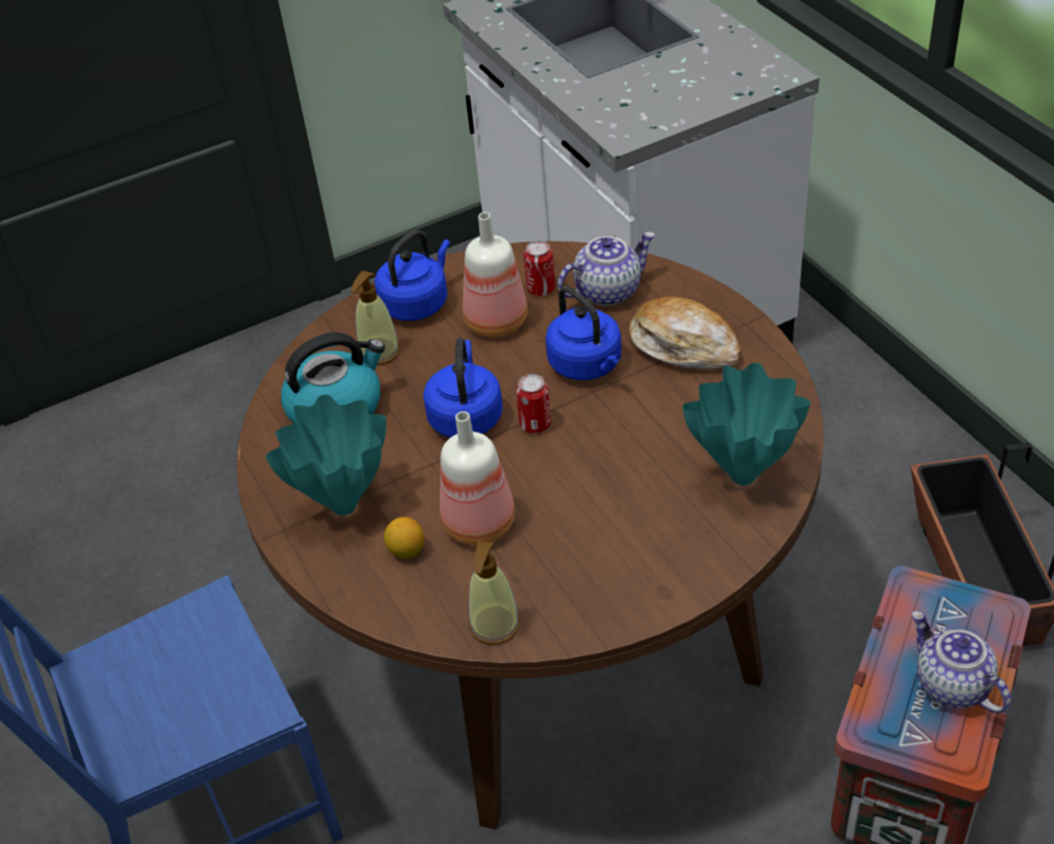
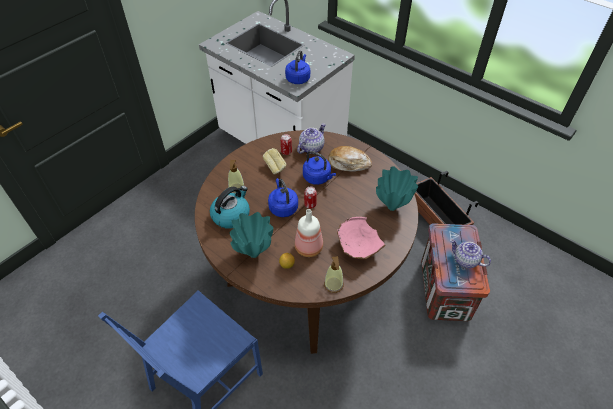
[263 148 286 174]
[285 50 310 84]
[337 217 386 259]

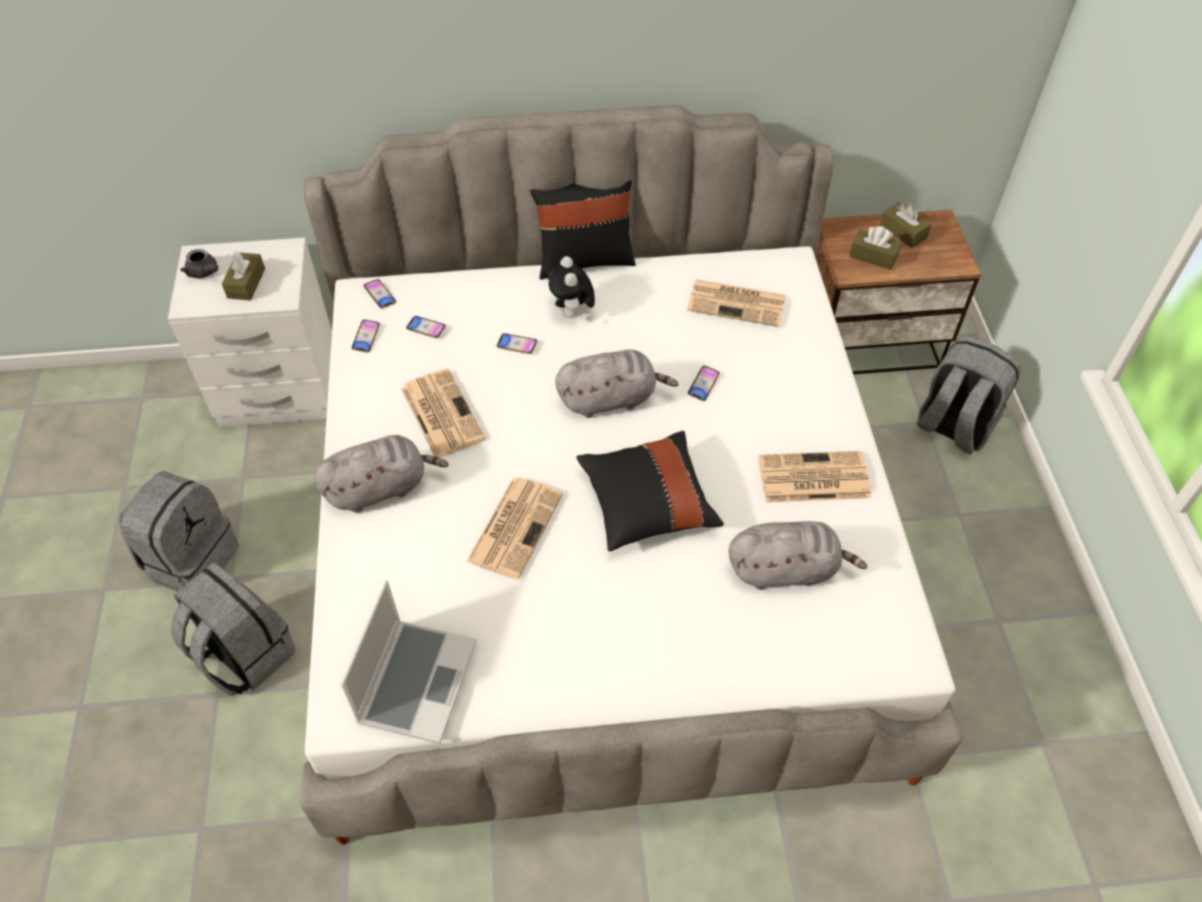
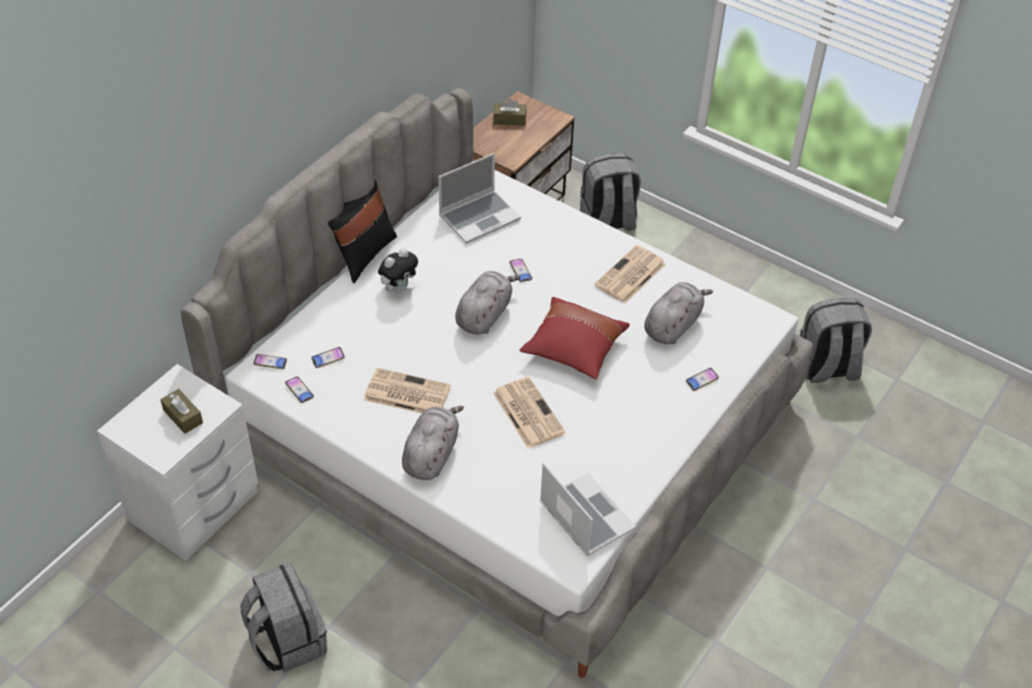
[378 248 418 293]
[438 153 521 244]
[520 297 630 379]
[686 368 719 391]
[799 298 872 383]
[180 249 218 278] (first image)
[849 226 902 270] (first image)

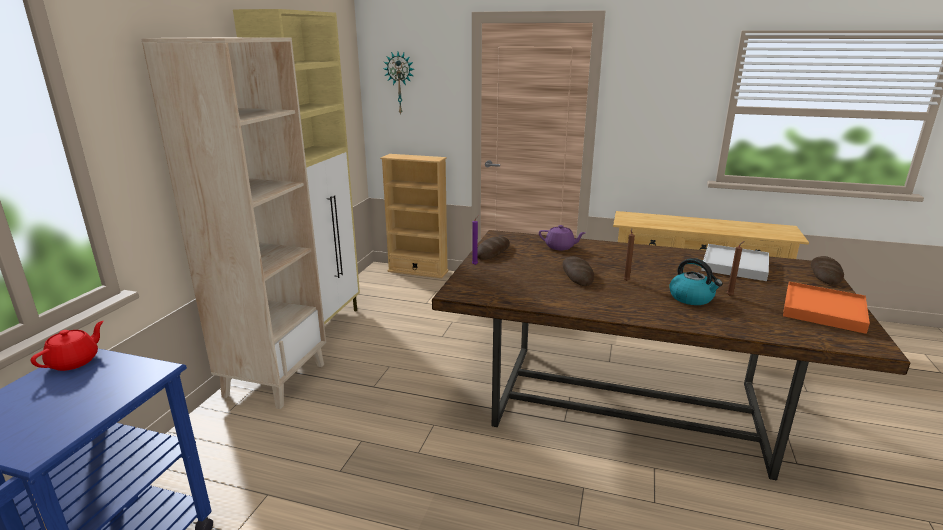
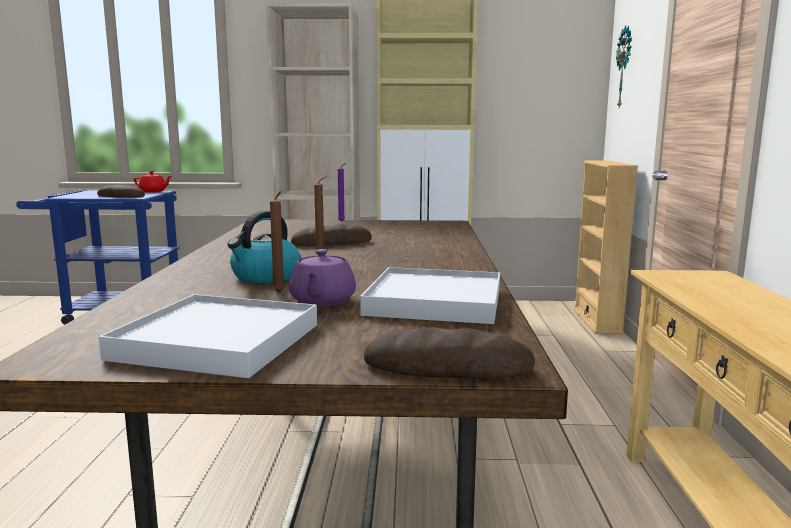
[97 185 145 198]
[99 294 317 378]
[289 249 356 307]

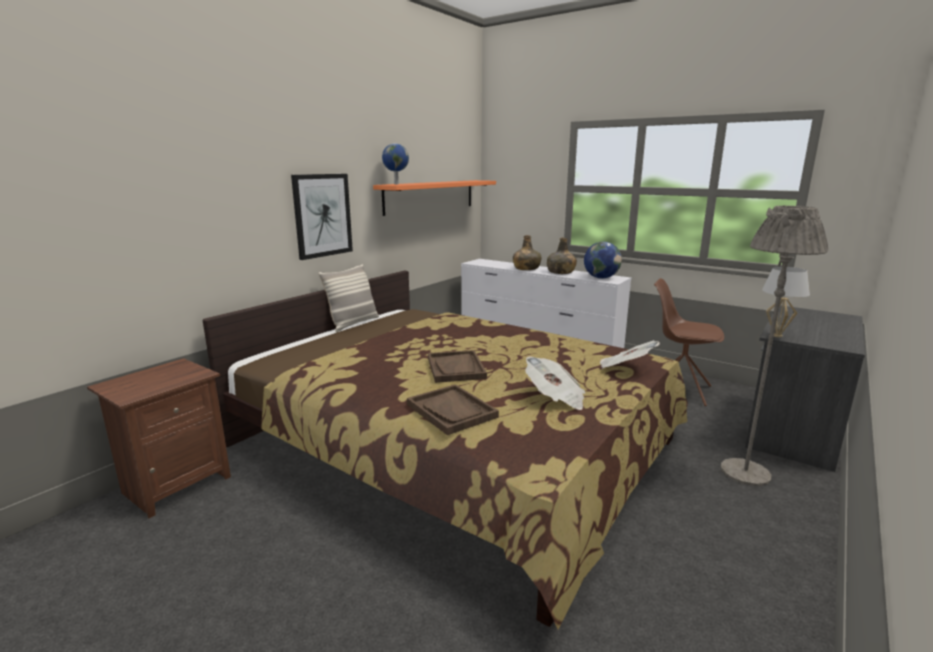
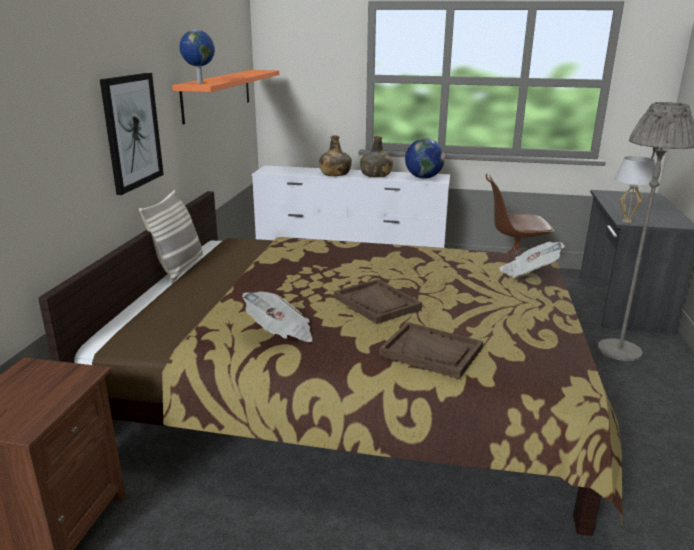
[242 291 312 342]

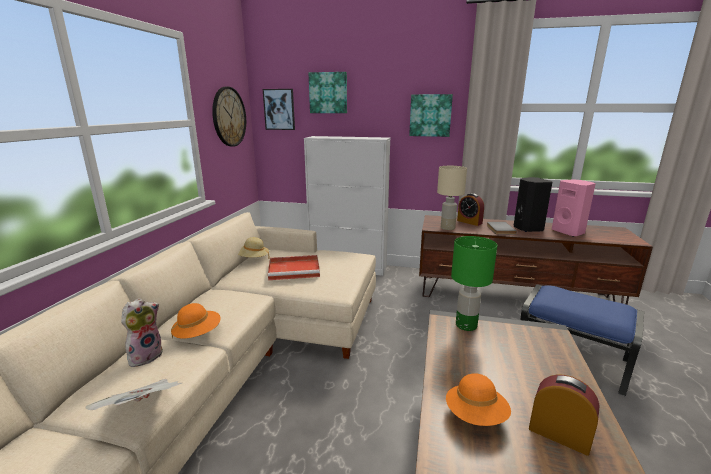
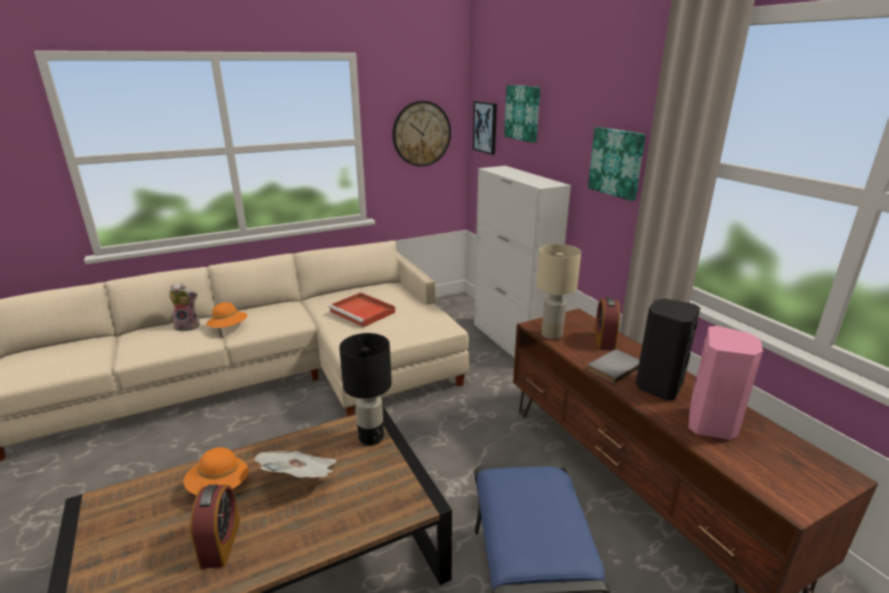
[254 451 336 478]
[339 333 392 445]
[238 237 270 258] (first image)

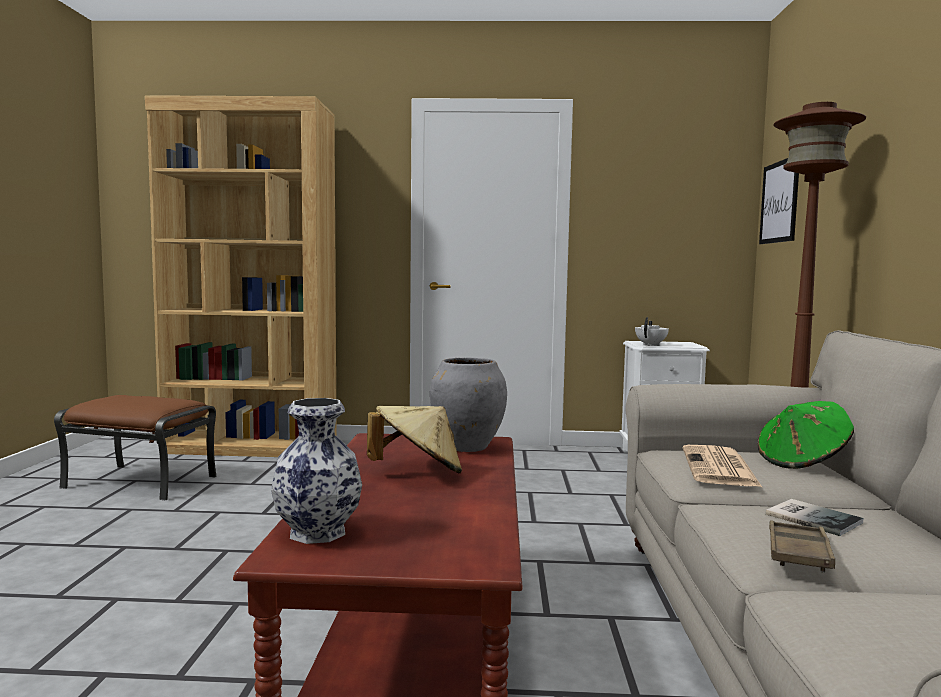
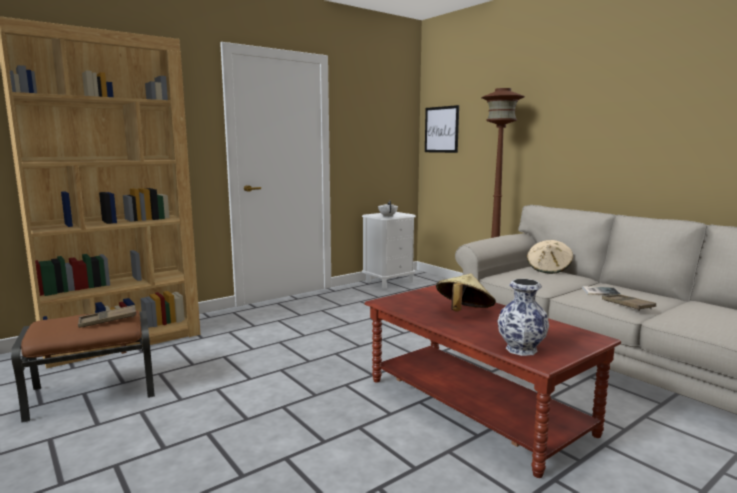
[78 305 136 328]
[527 240 573 274]
[430 357 507 452] (first image)
[683 445 763 488] (first image)

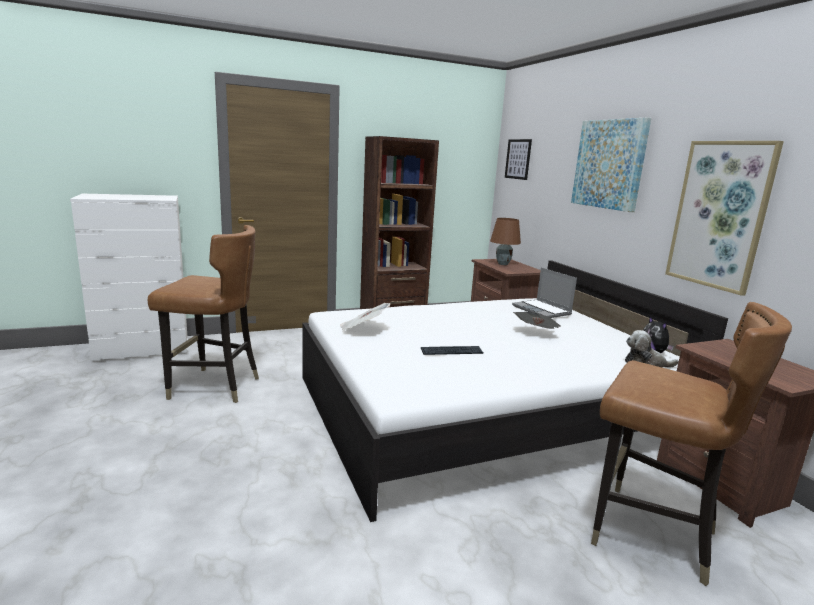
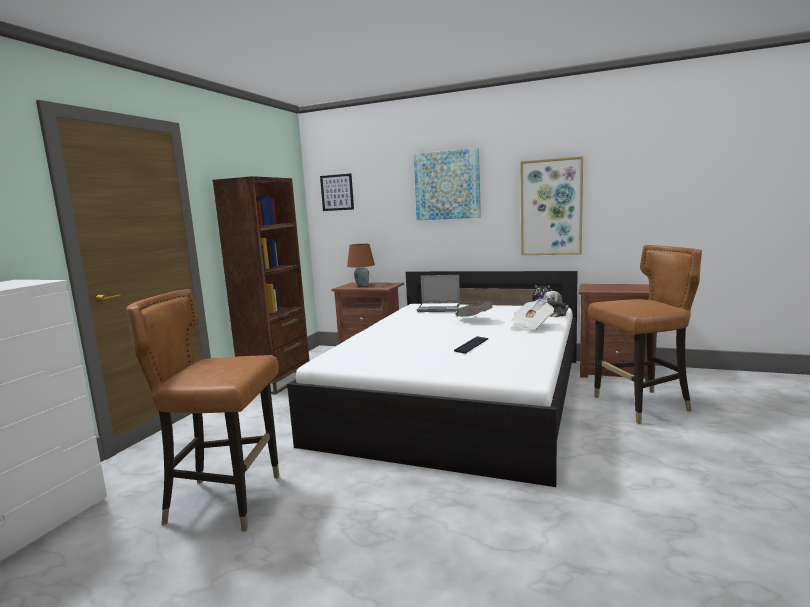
[126 289 279 532]
[511 299 554 331]

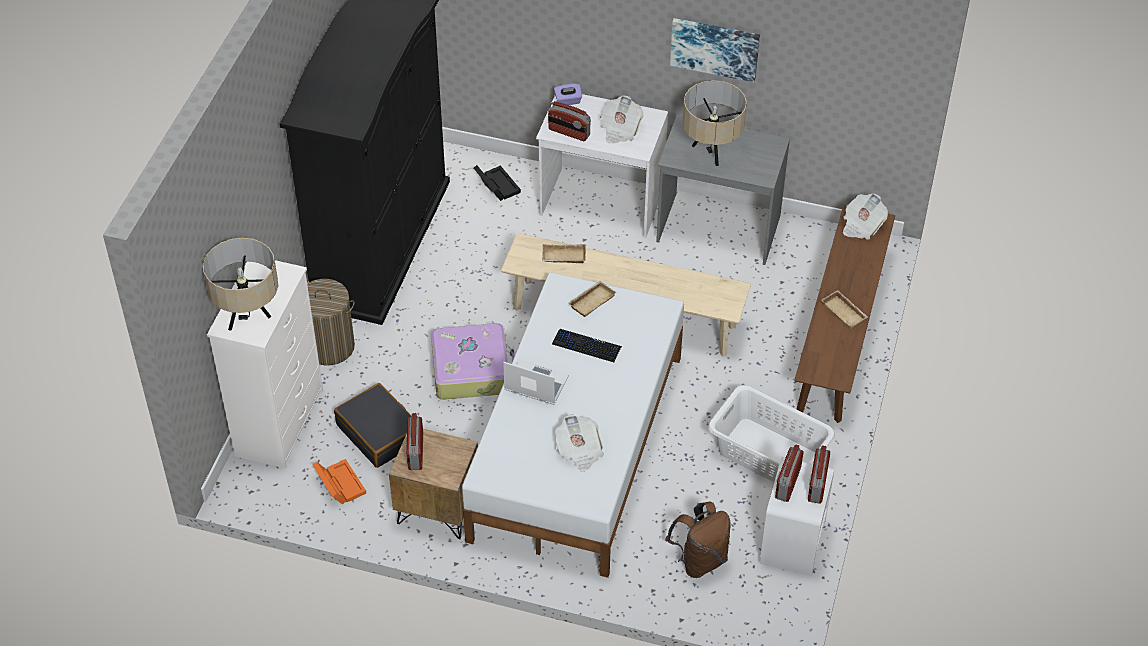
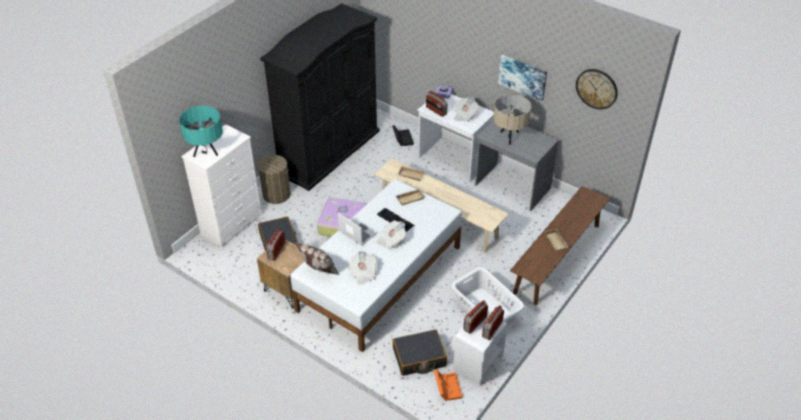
[179 106 223 157]
[296 243 339 275]
[377 220 406 249]
[392 329 447 376]
[434 369 463 401]
[576 69 618 109]

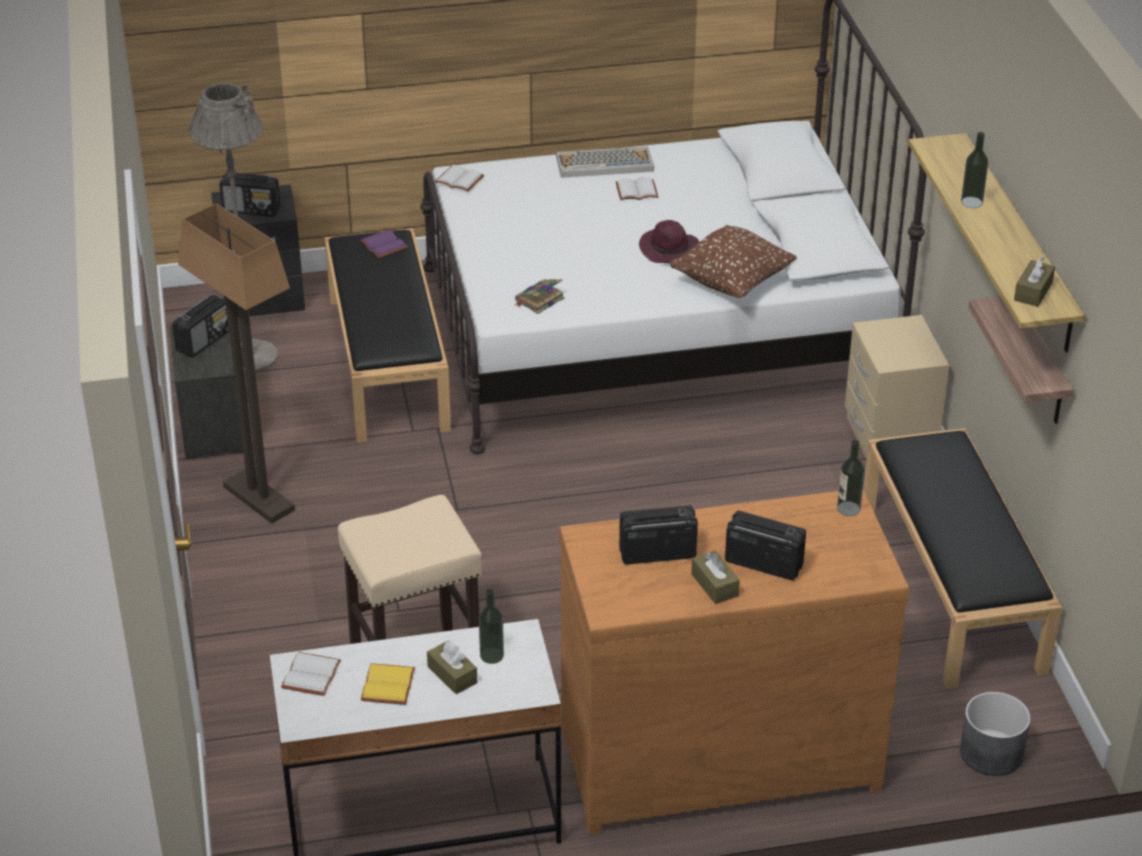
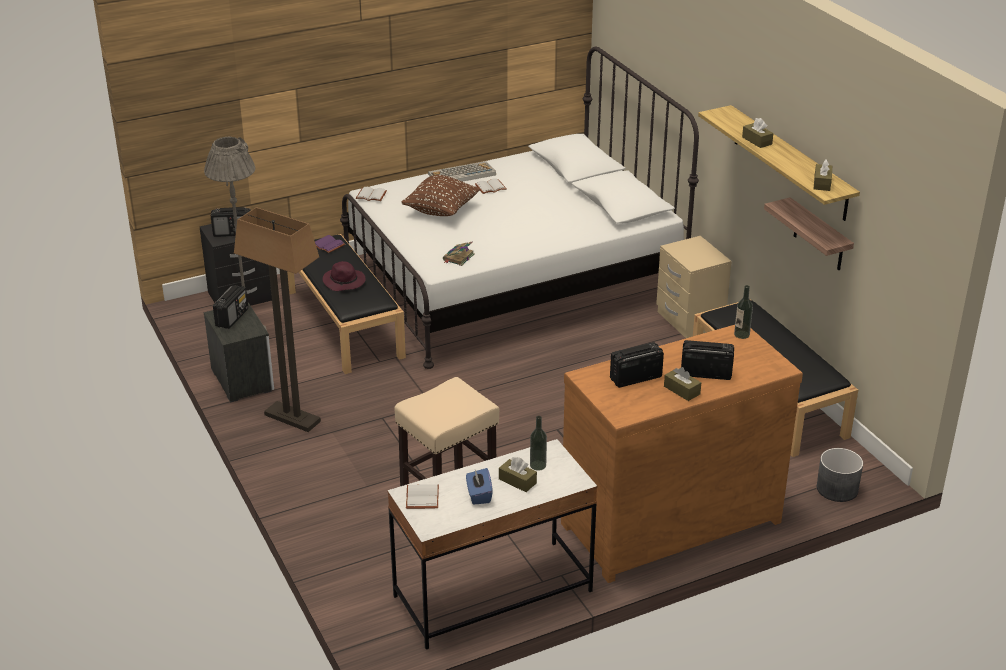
[322 261 366 291]
[402 175 480 216]
[466 468 493 504]
[742 118 773 148]

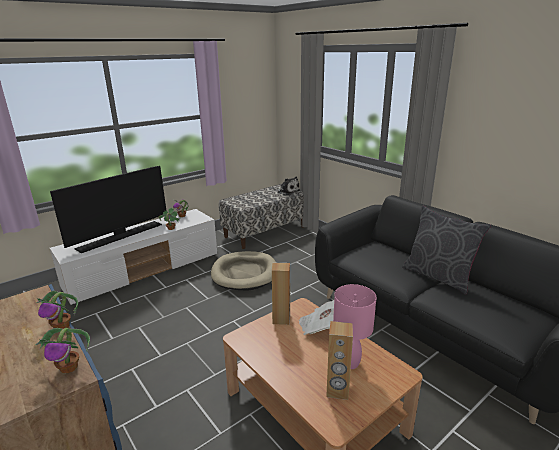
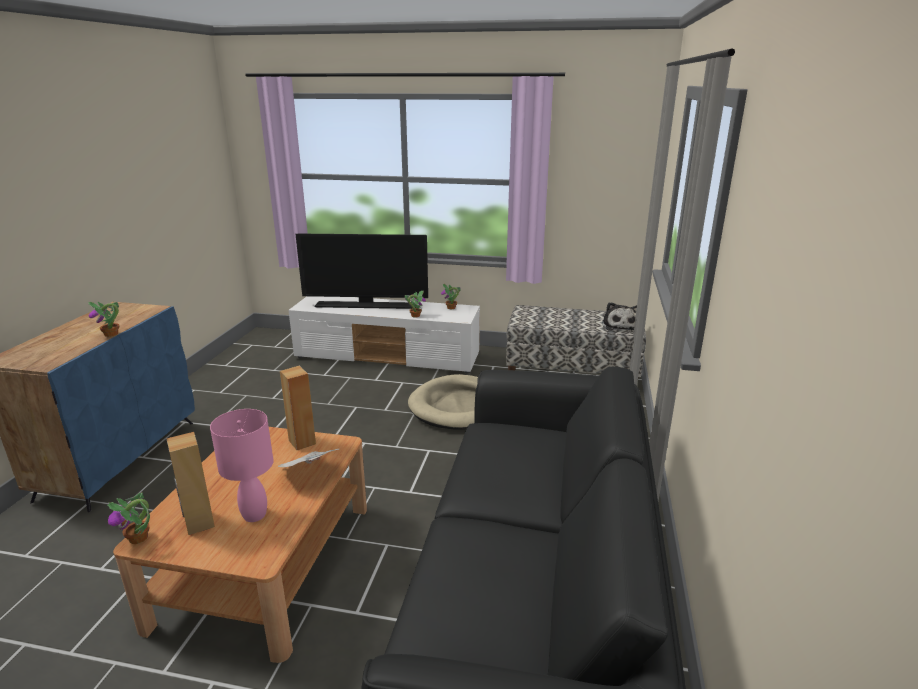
[108 492 150 544]
[402 206 491 295] (first image)

